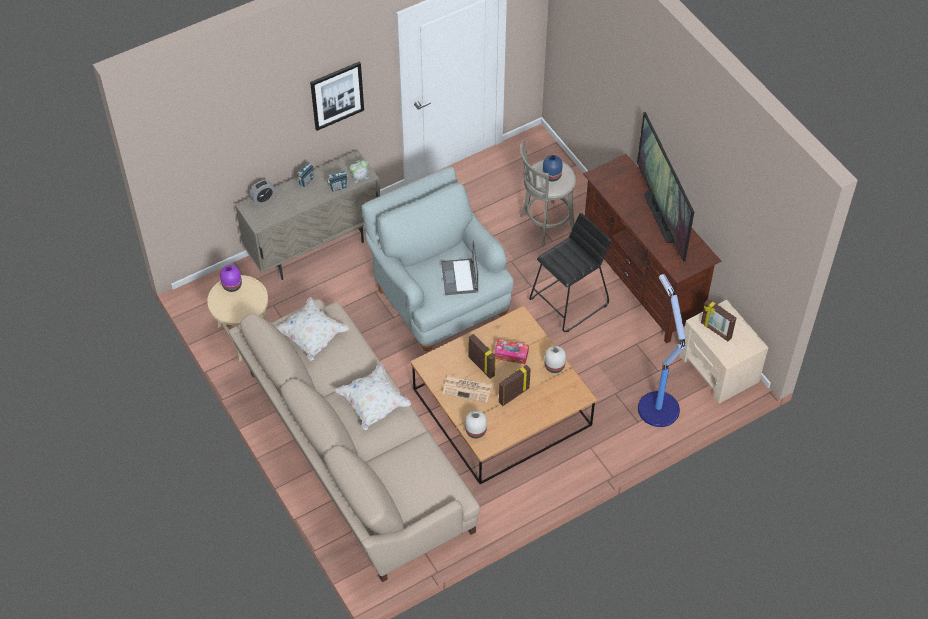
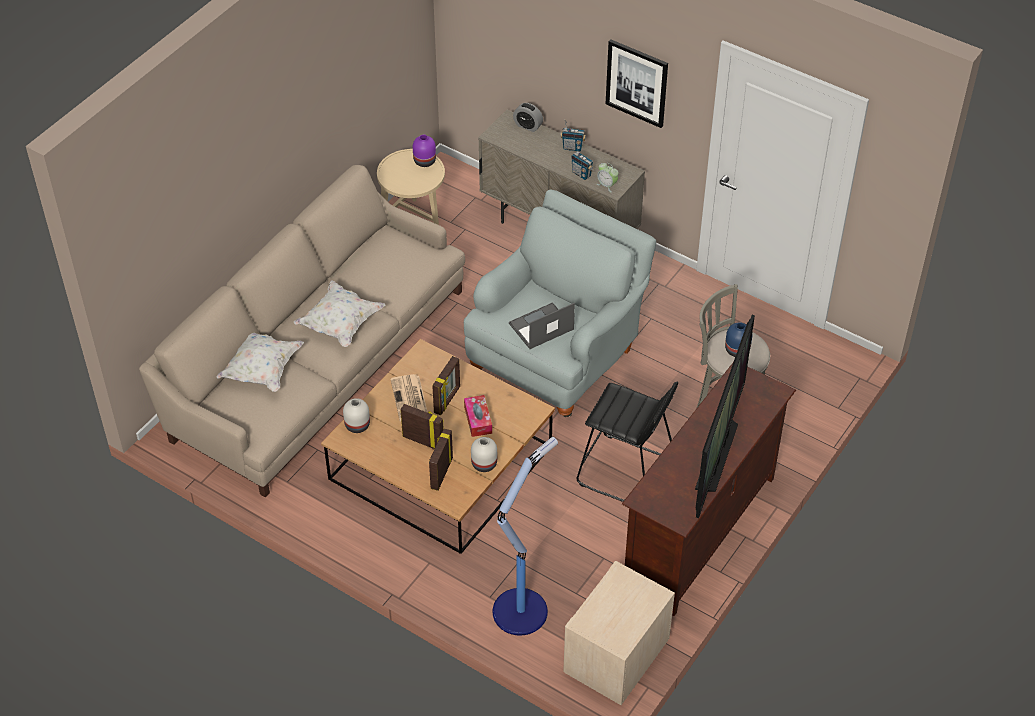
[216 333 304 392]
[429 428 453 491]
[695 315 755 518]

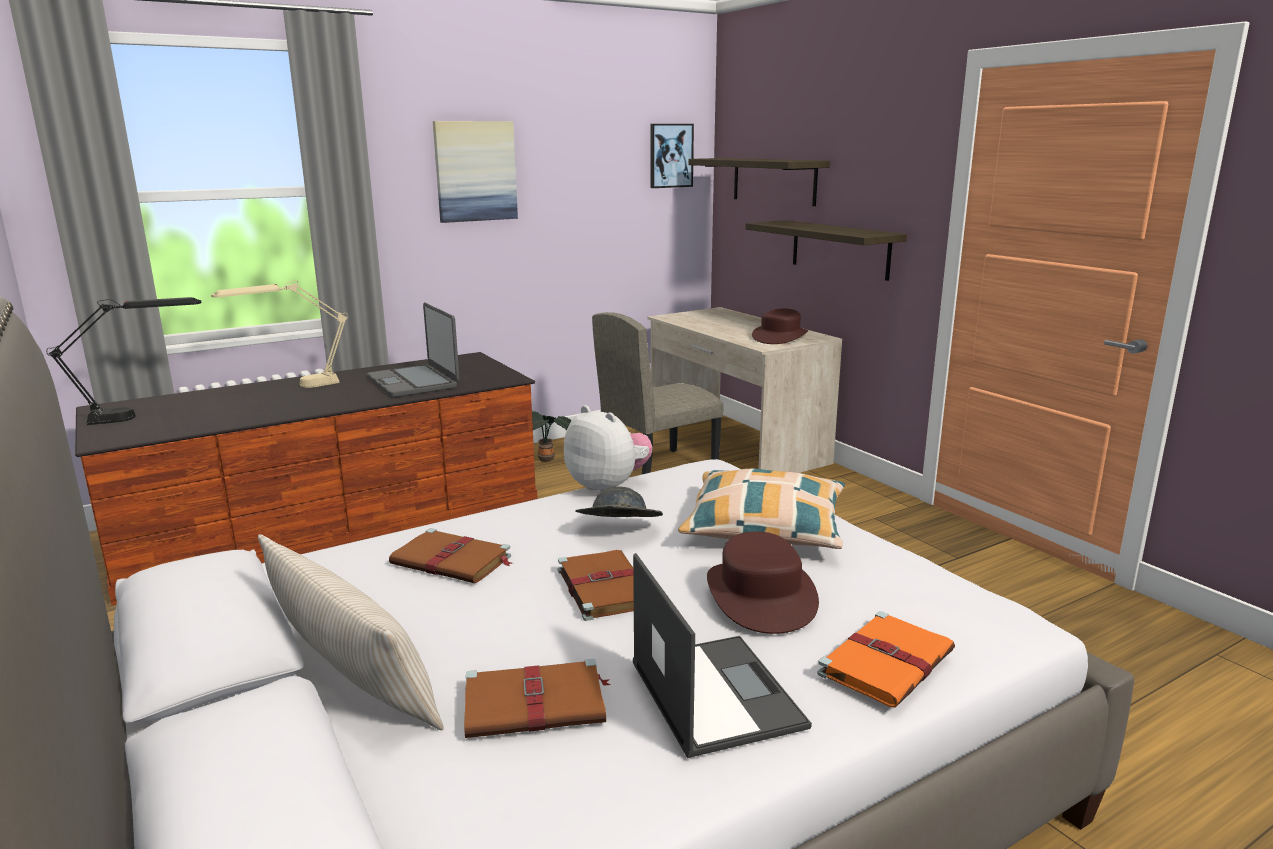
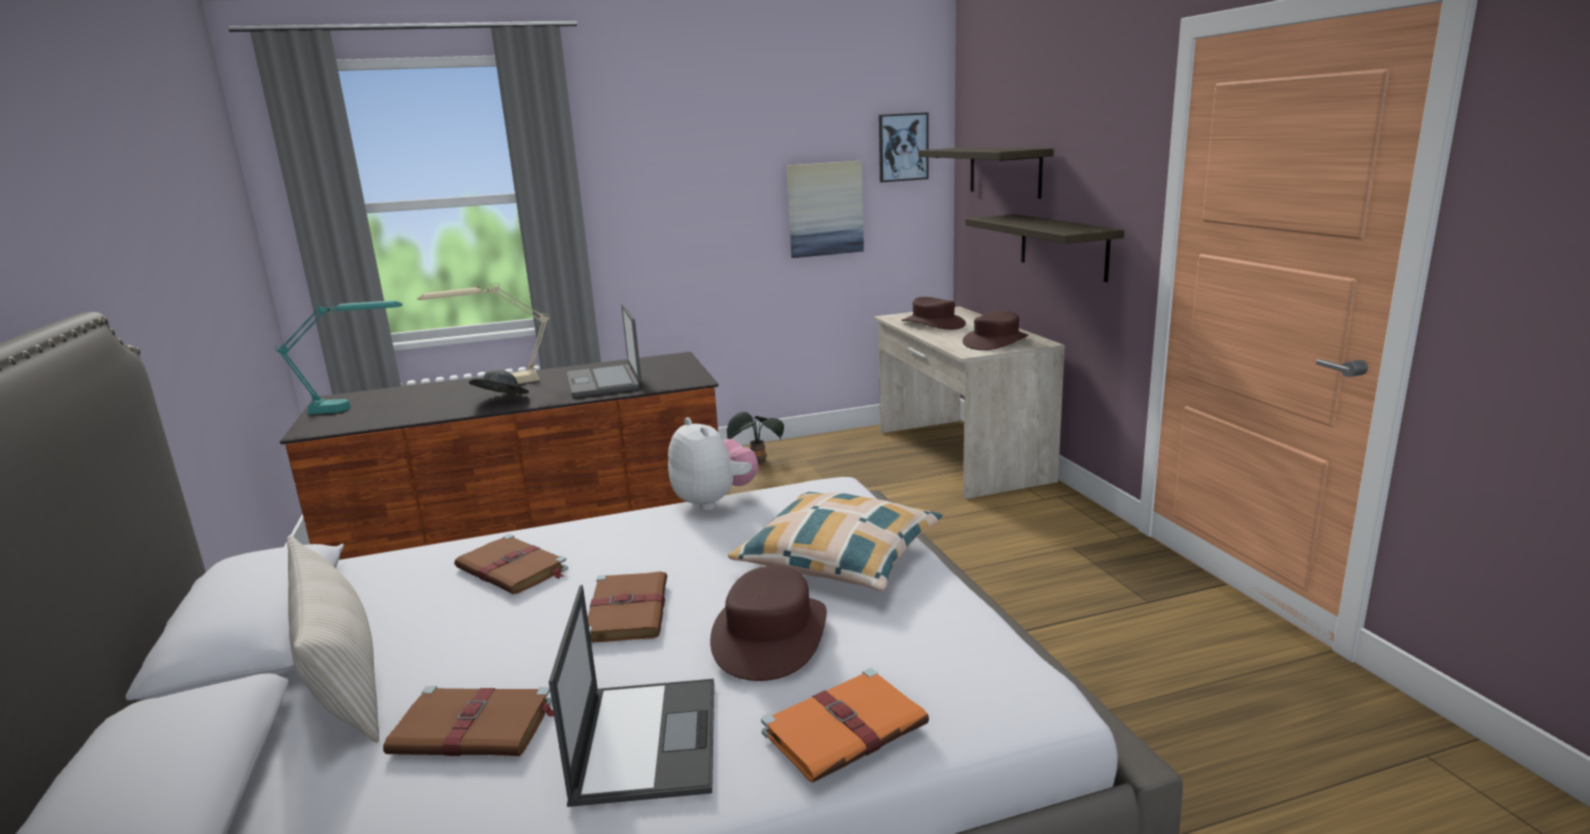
[275 301 403 415]
[469 370 529 394]
[787 161 864 258]
[901 297 966 330]
[592 312 724 474] (first image)

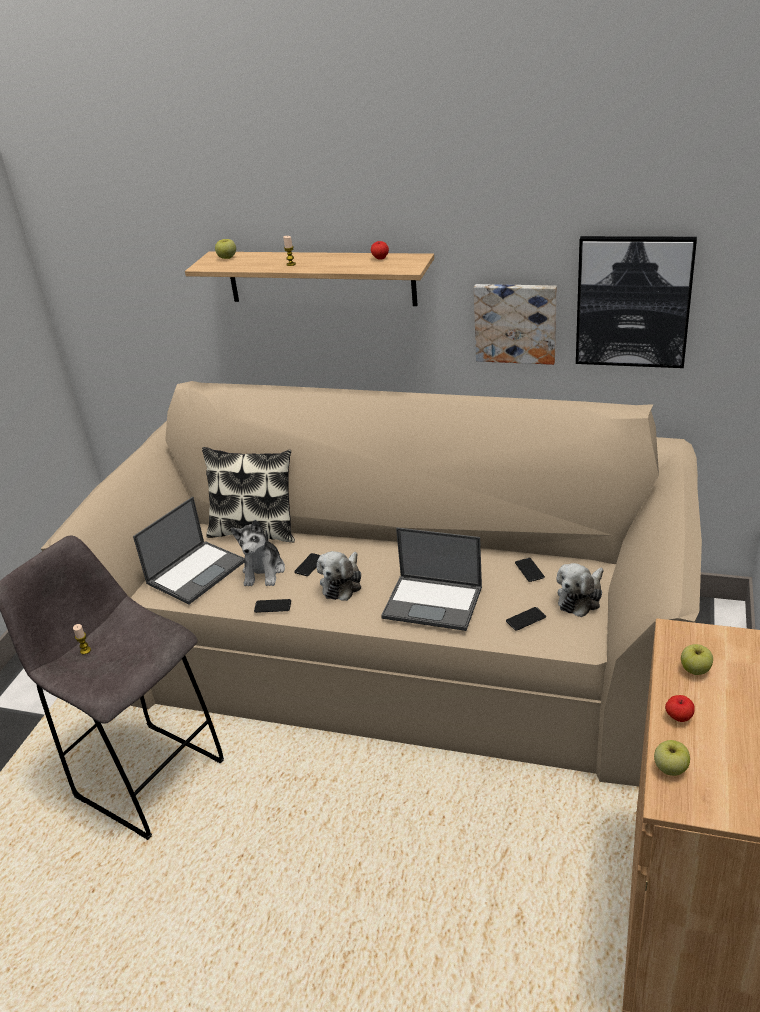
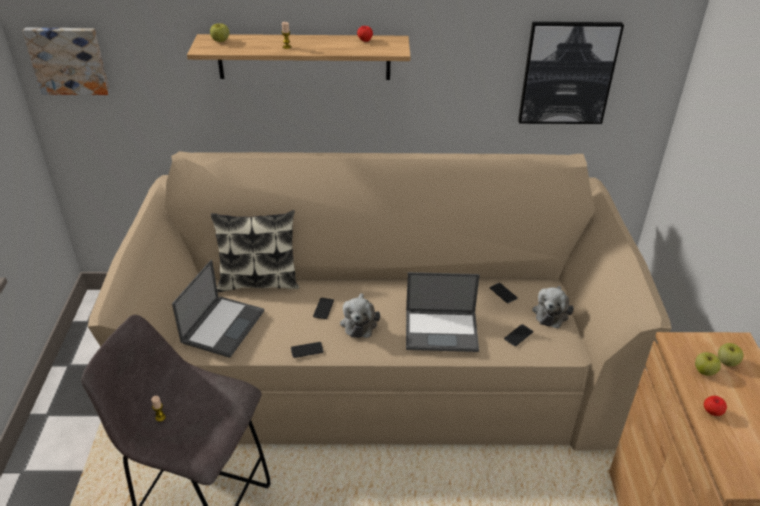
[22 28 110 95]
[718 343 743 366]
[231 520 285 586] (first image)

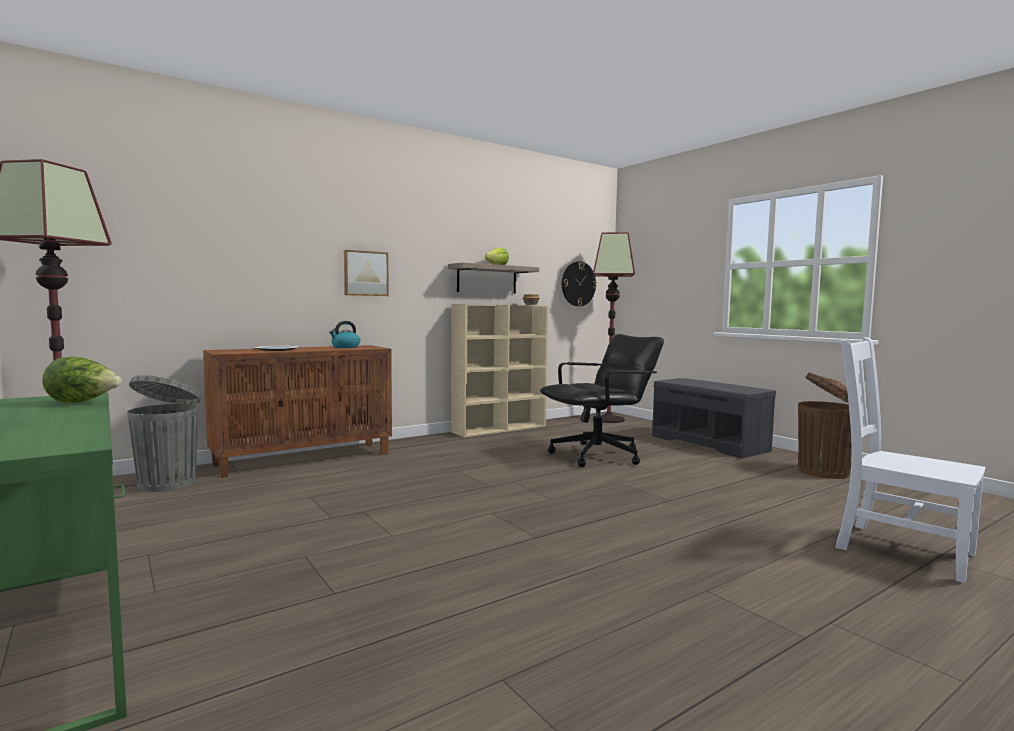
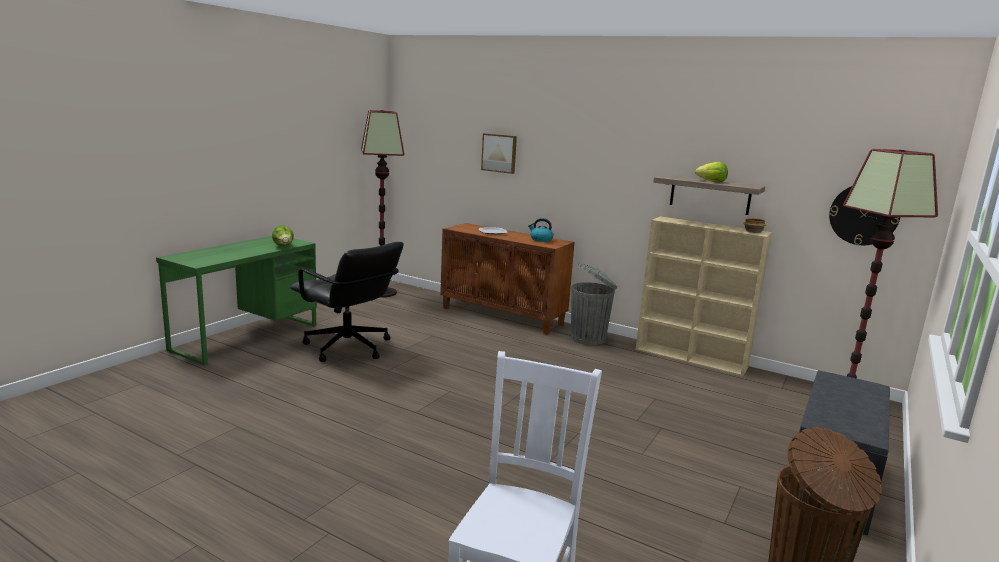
[290 242 404 362]
[481 133 517 174]
[571 262 617 345]

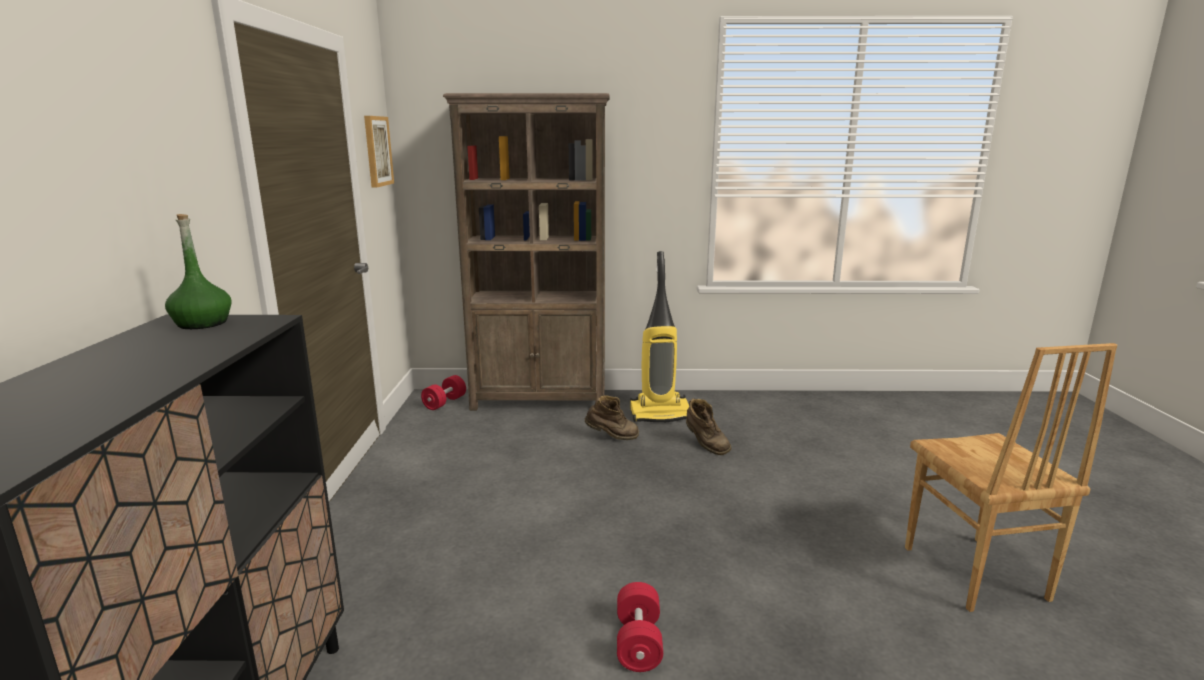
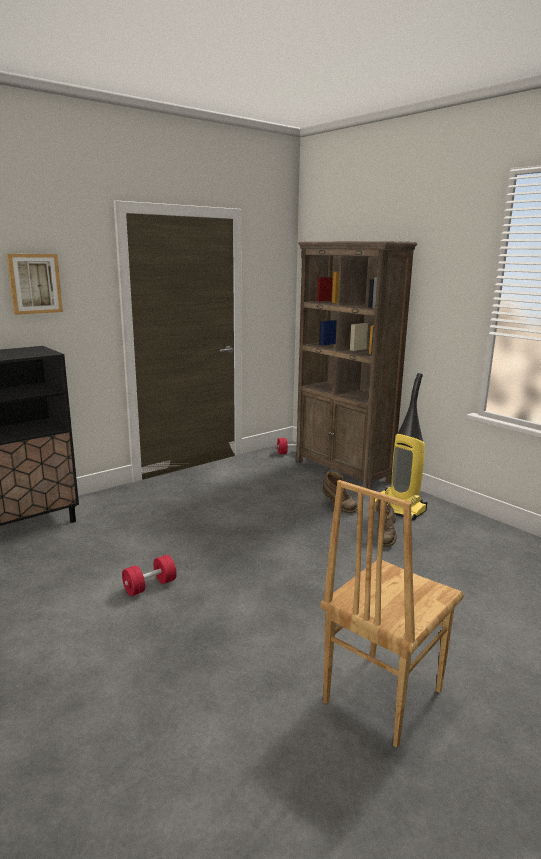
[7 254 63 315]
[165 214 232 329] (first image)

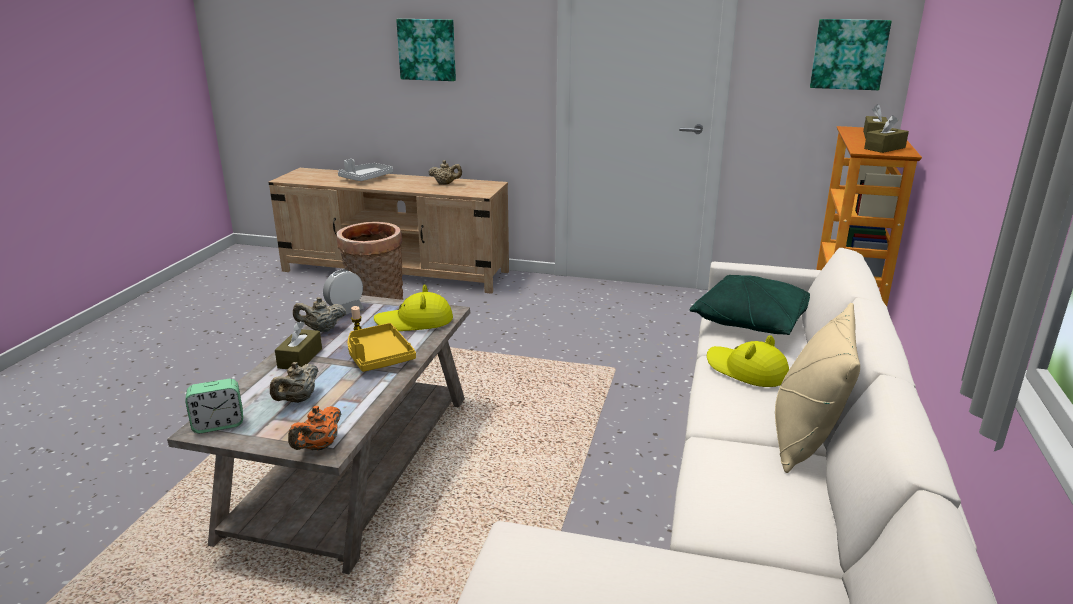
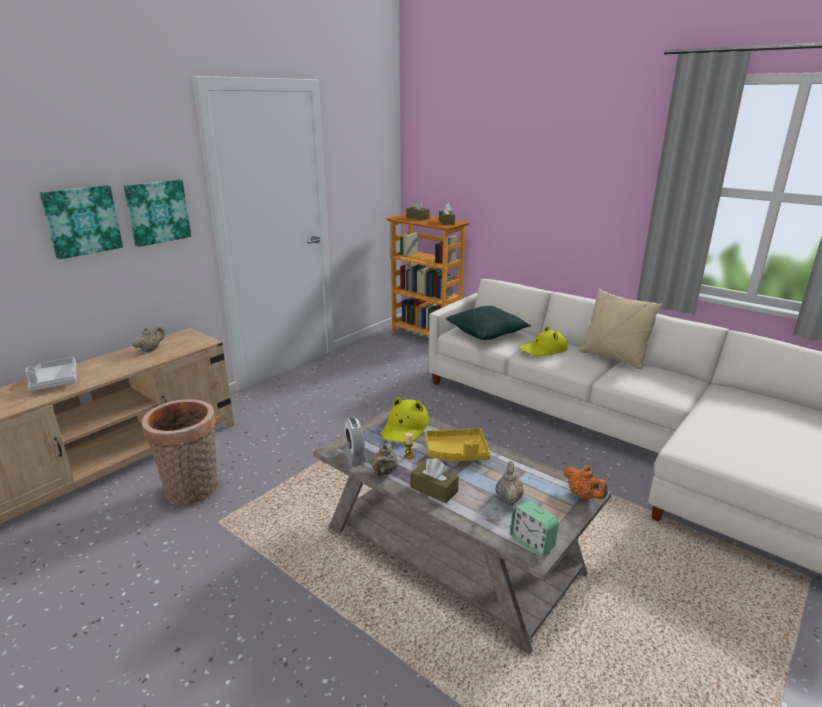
[124 180 191 247]
[496 461 524 504]
[510 500 559 556]

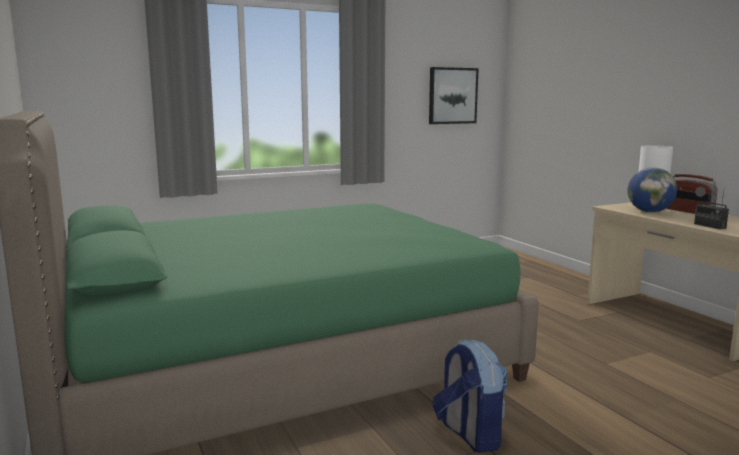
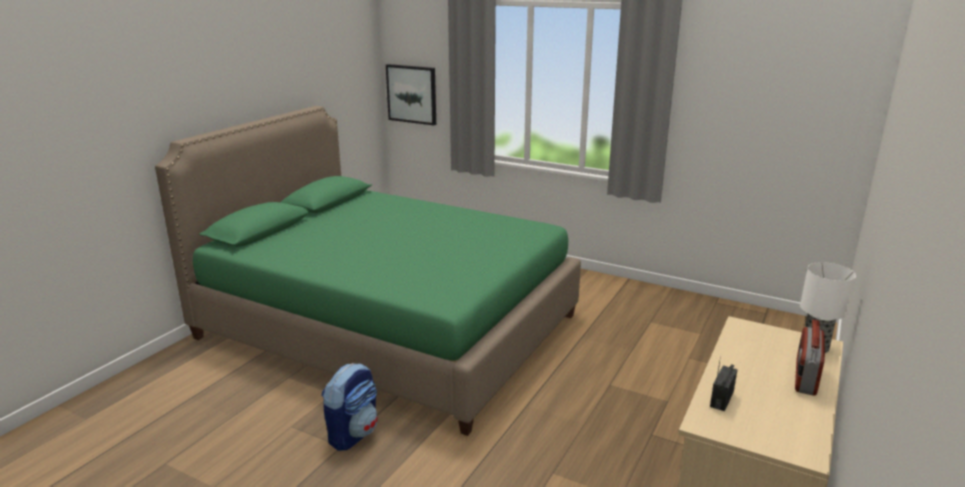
[386 64 436 125]
[628 167 677 212] (first image)

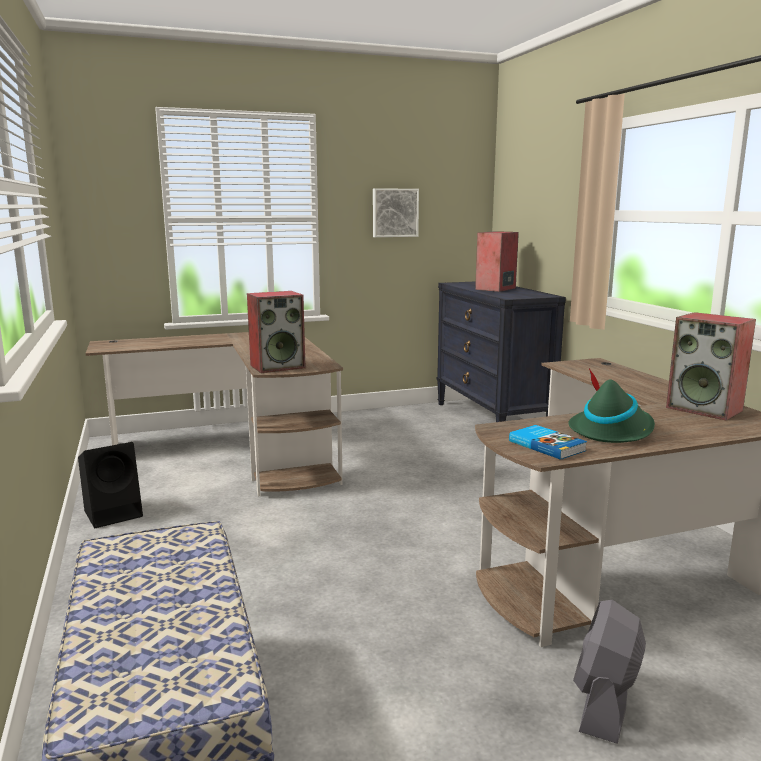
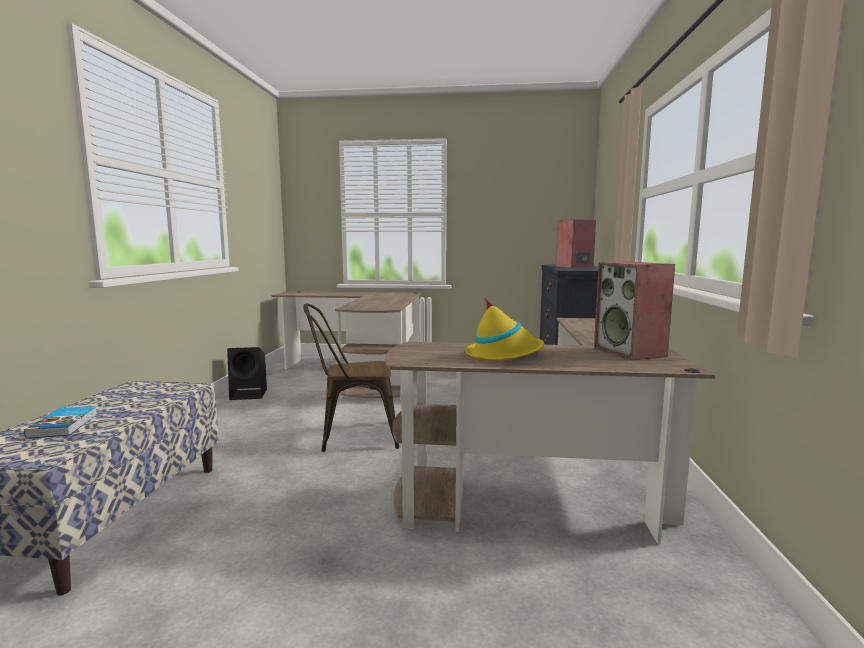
[24 406 97 439]
[303 303 399 452]
[465 297 544 361]
[247 291 306 373] (first image)
[373 188 419 237] (first image)
[573 600 646 744] (first image)

